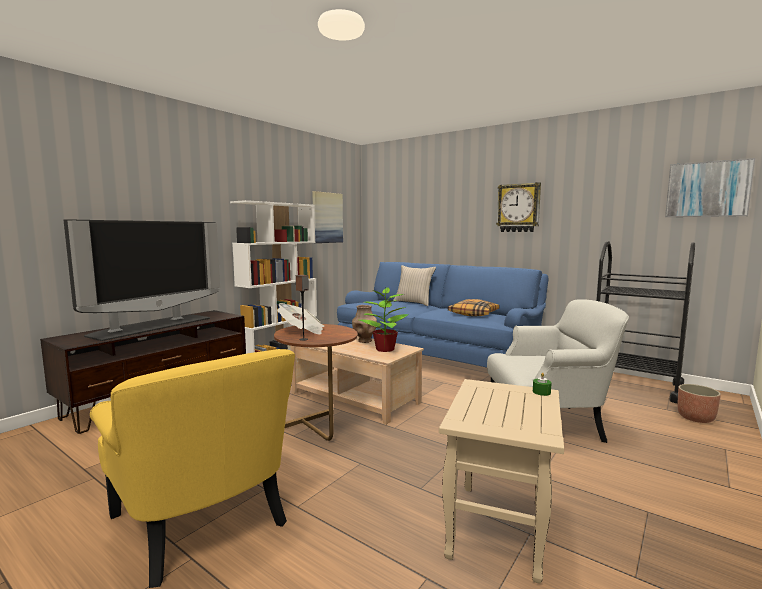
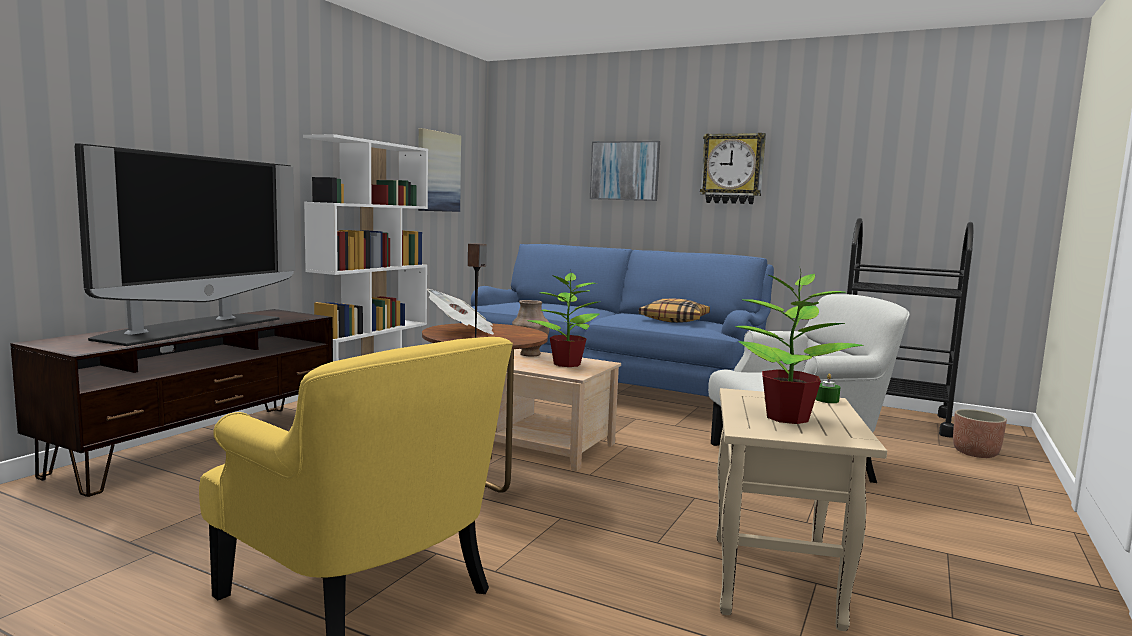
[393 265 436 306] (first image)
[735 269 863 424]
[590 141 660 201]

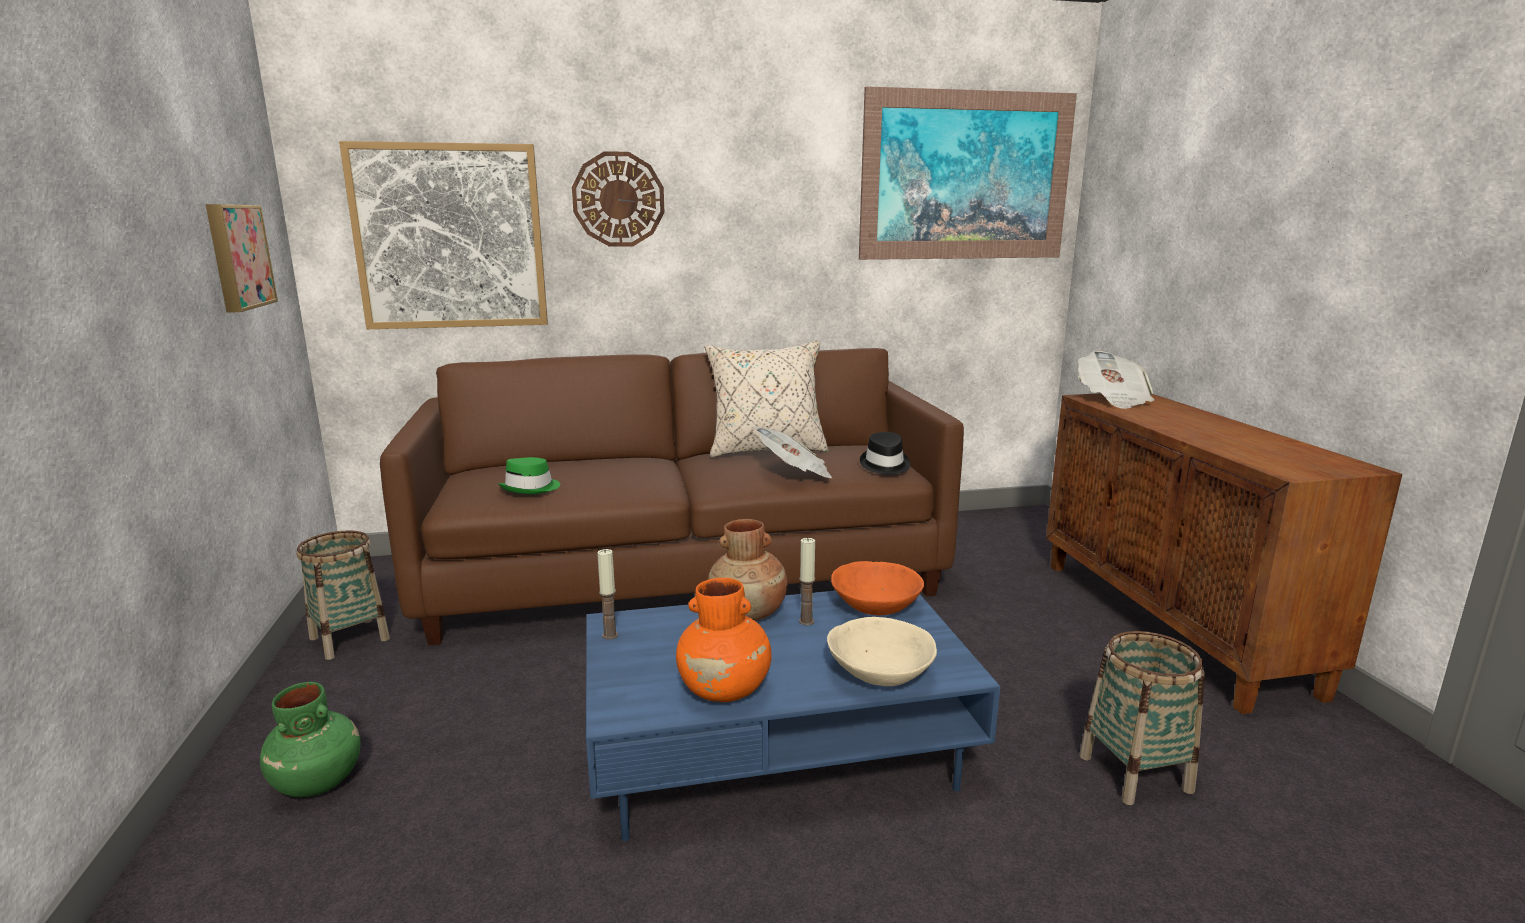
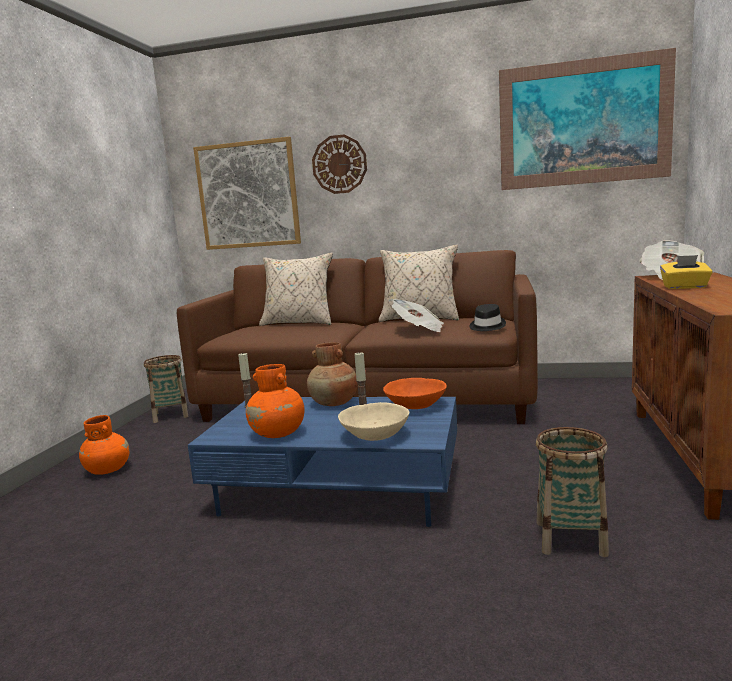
[206 204 278 313] (first image)
[498 457 560 494] (first image)
[259 253 333 326]
[660 255 712 289]
[79 415 130 475]

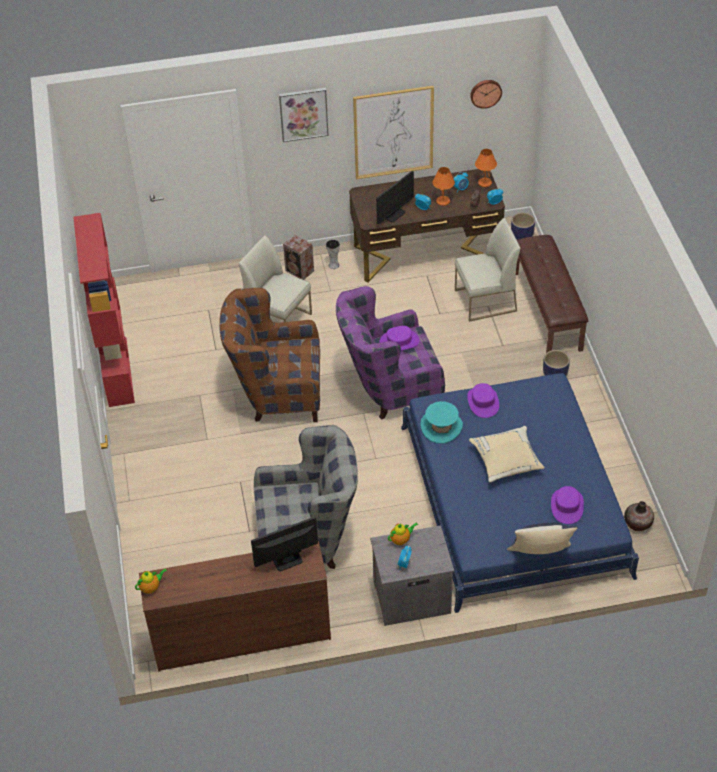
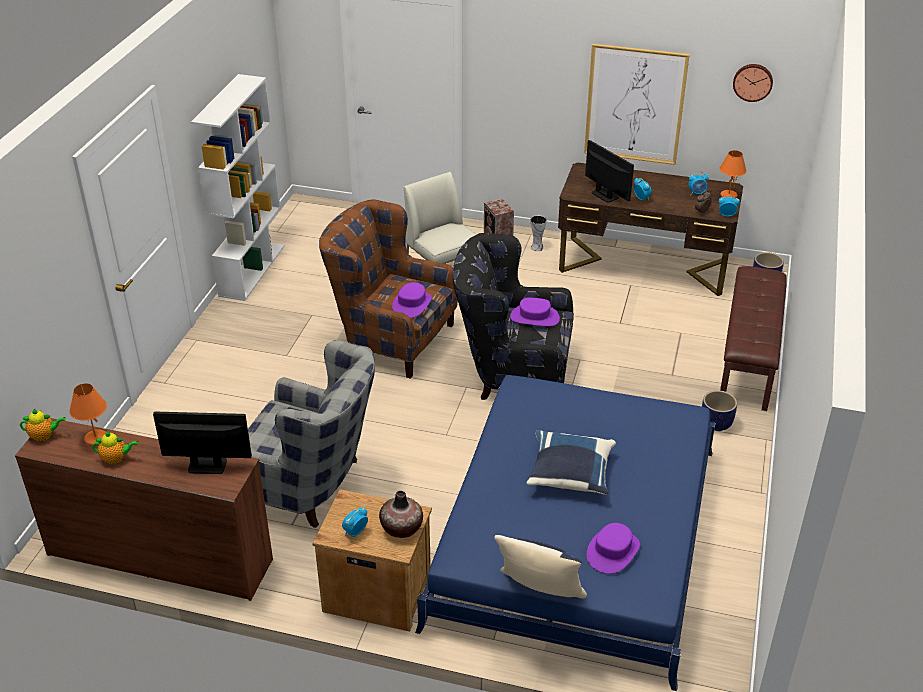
[279 88 329 142] (first image)
[420 401 463 444] (first image)
[455 218 521 322] (first image)
[92 431 139 464]
[69 383 107 446]
[392 282 432 318]
[379 491 423 538]
[191 74 285 301]
[453 233 574 400]
[313 489 432 631]
[527 430 616 495]
[585 140 634 202]

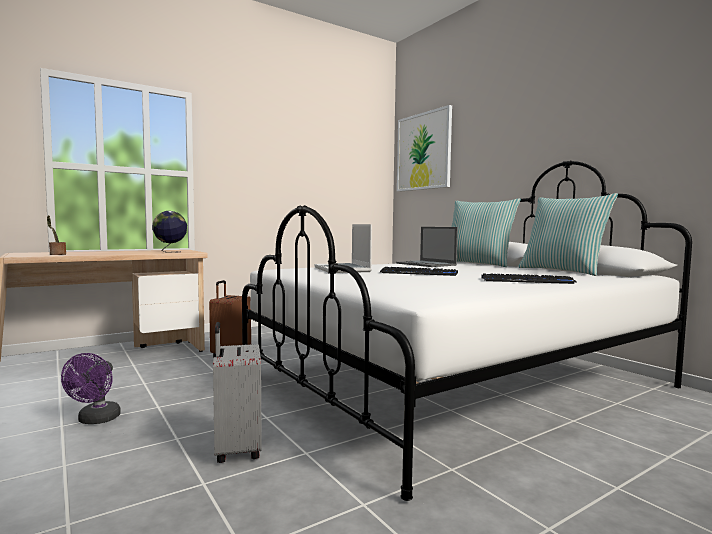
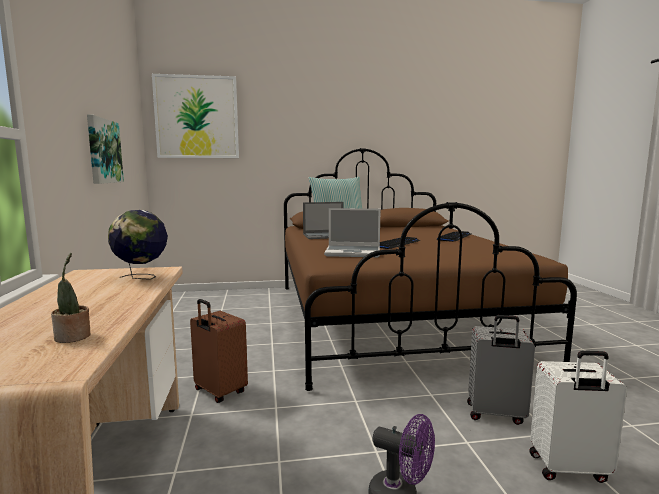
[518 193 618 276] (first image)
[87 115 124 184]
[529 351 627 483]
[284 148 577 391]

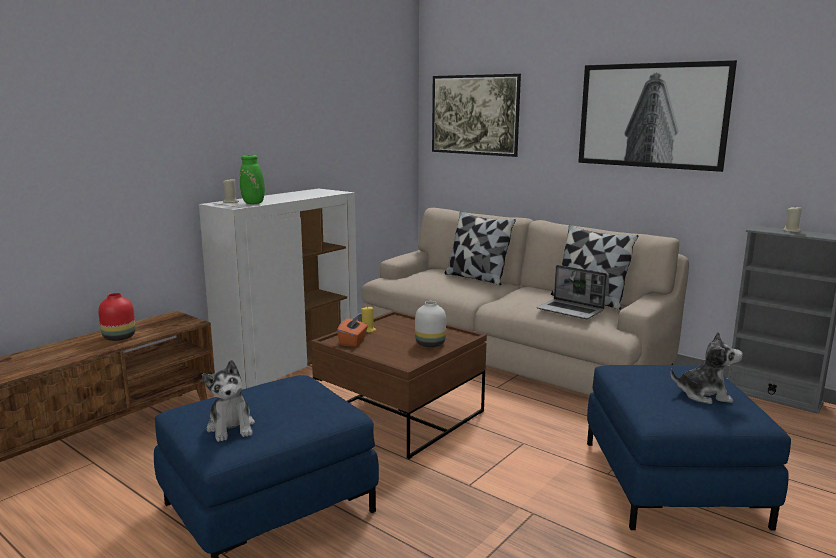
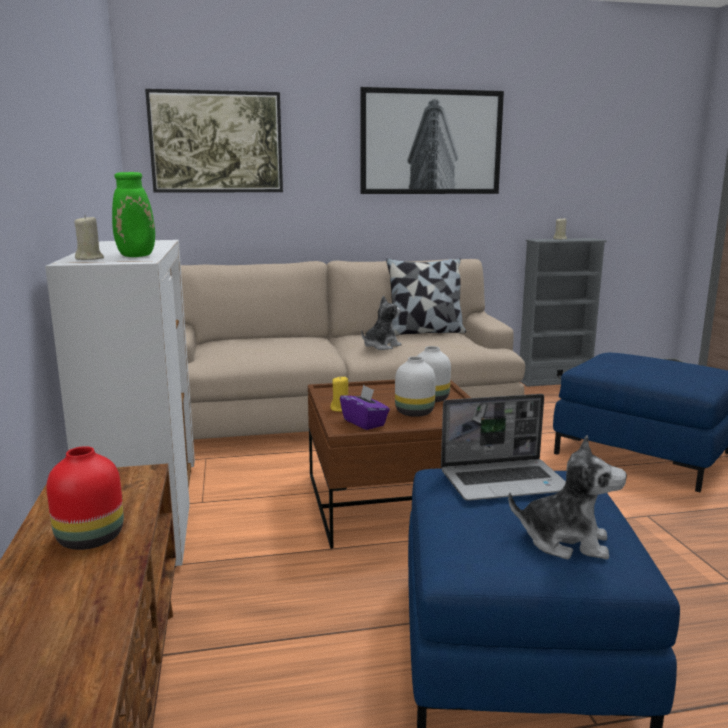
[445 211 516 285] (first image)
[395 356 436 417]
[441 394 566 501]
[361 296 401 350]
[340 385 390 430]

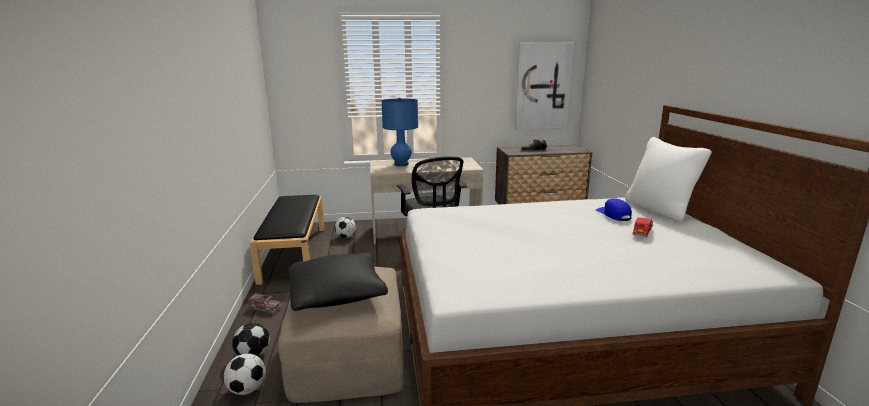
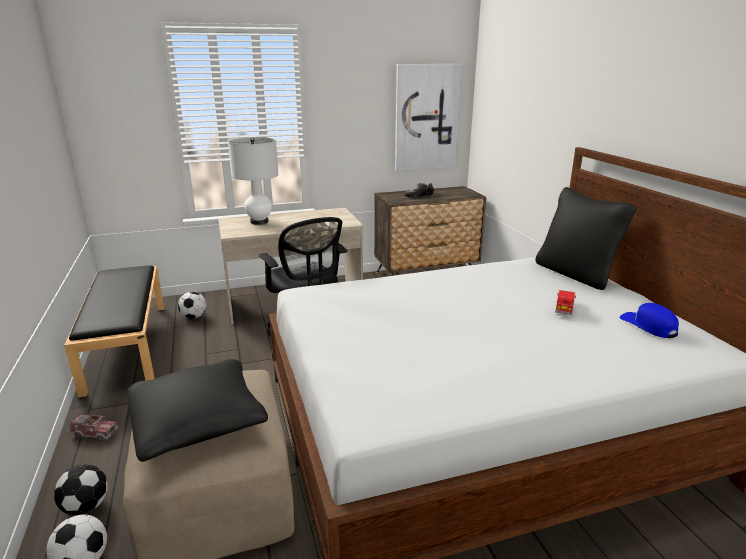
[620 303 679 338]
[228 137 279 225]
[536 187 637 290]

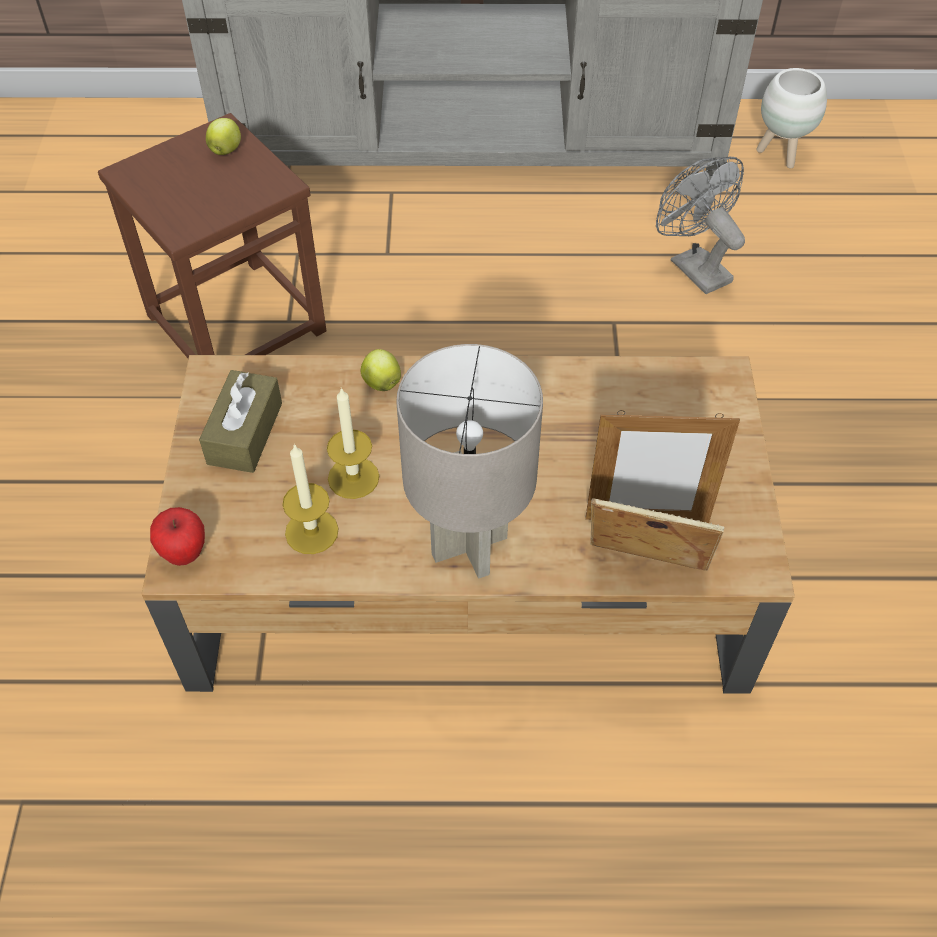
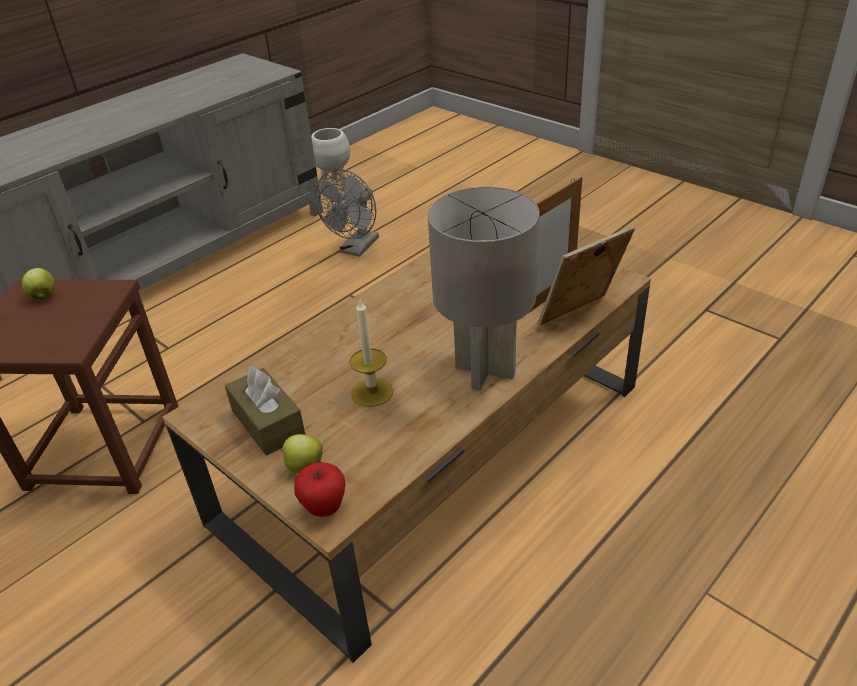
[282 444 339 554] (first image)
[280 434 323 473]
[315 169 379 257]

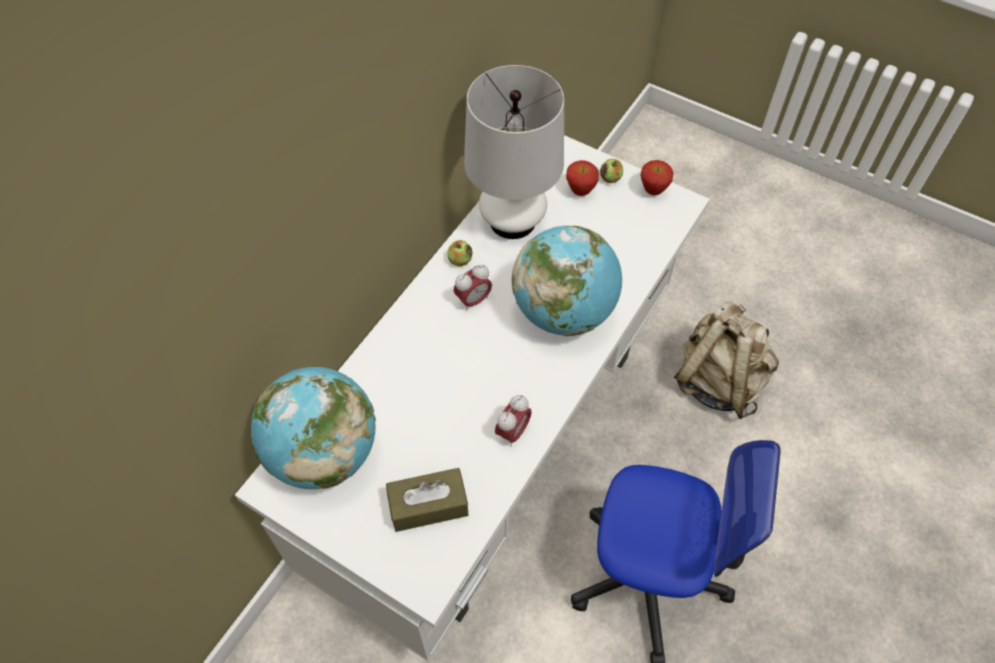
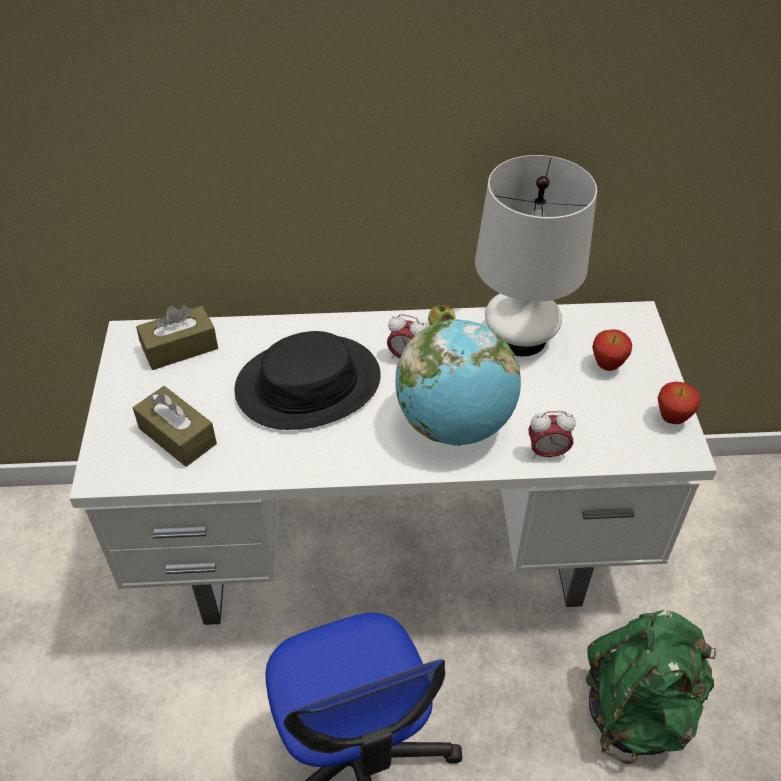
[600 159 623 183] (first image)
[234 331 381 430]
[528 411 576 459]
[136 305 218 370]
[586 610 716 764]

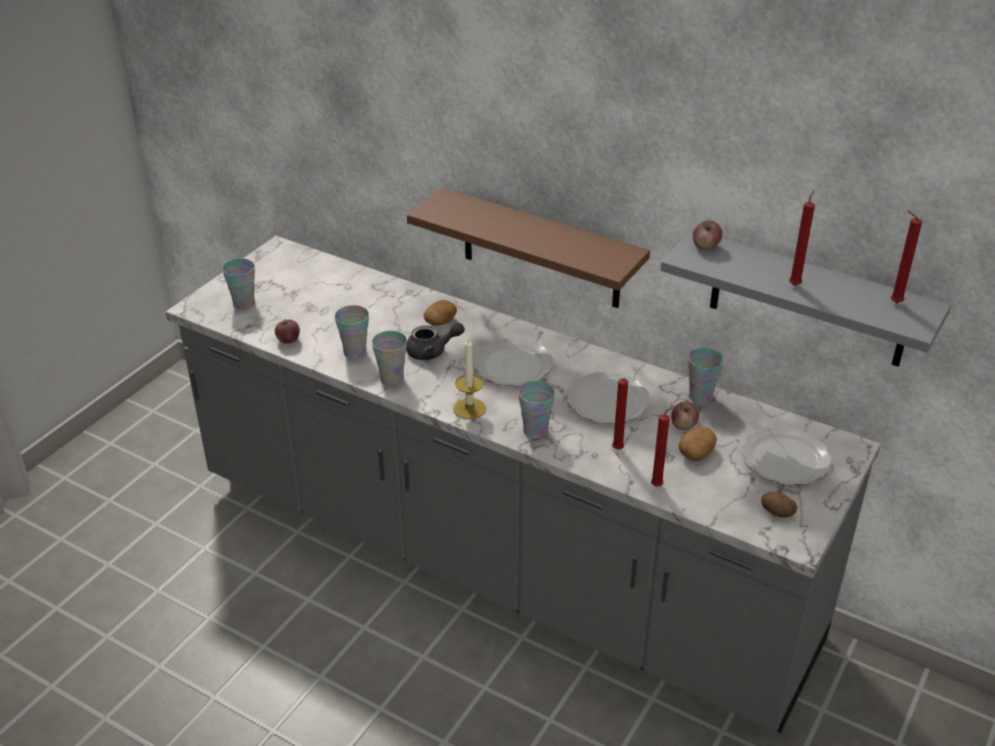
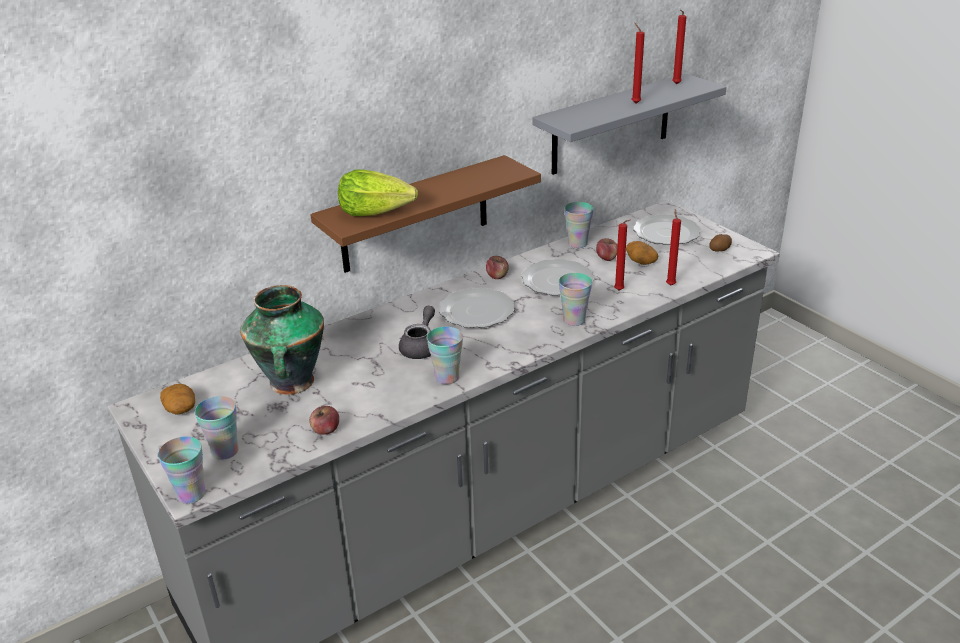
[453 337 486 419] (first image)
[240 285 324 395]
[338 170 418 216]
[158 436 206 504]
[160 384 195 414]
[486 256 509 279]

